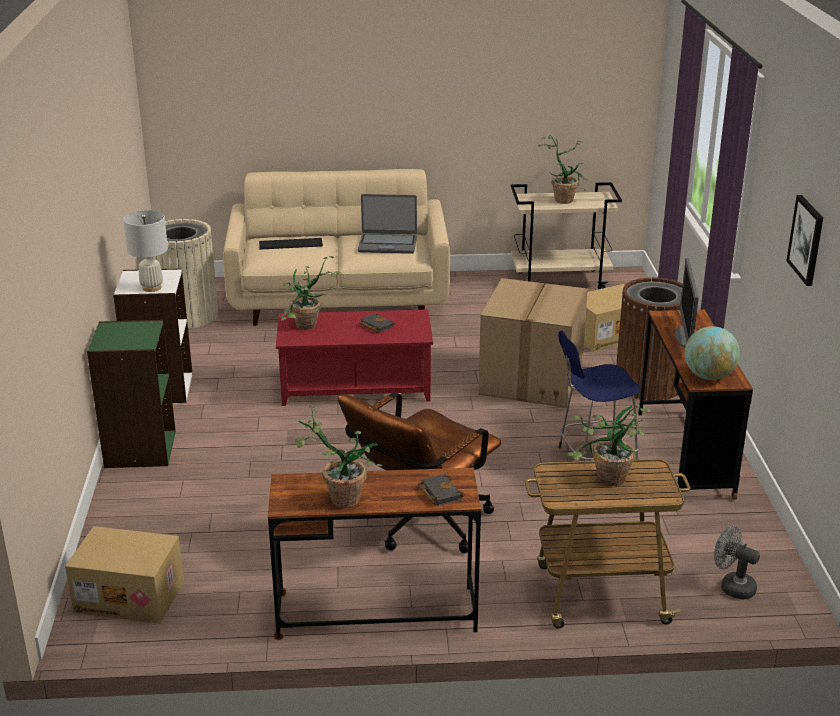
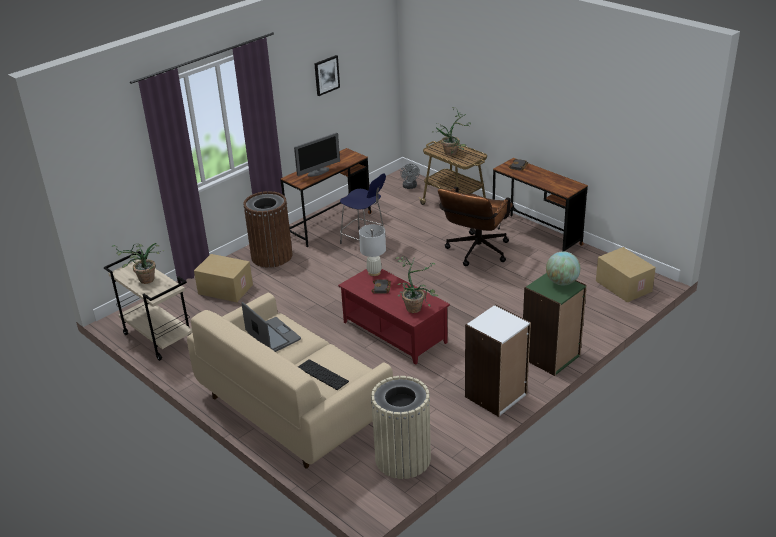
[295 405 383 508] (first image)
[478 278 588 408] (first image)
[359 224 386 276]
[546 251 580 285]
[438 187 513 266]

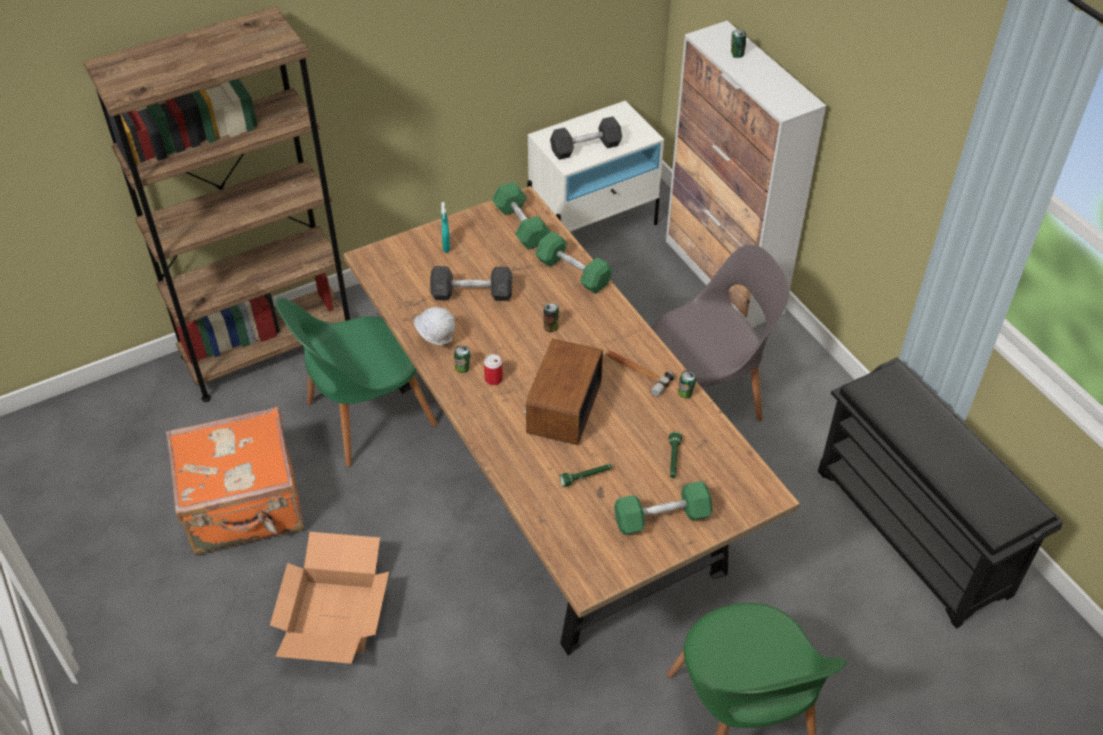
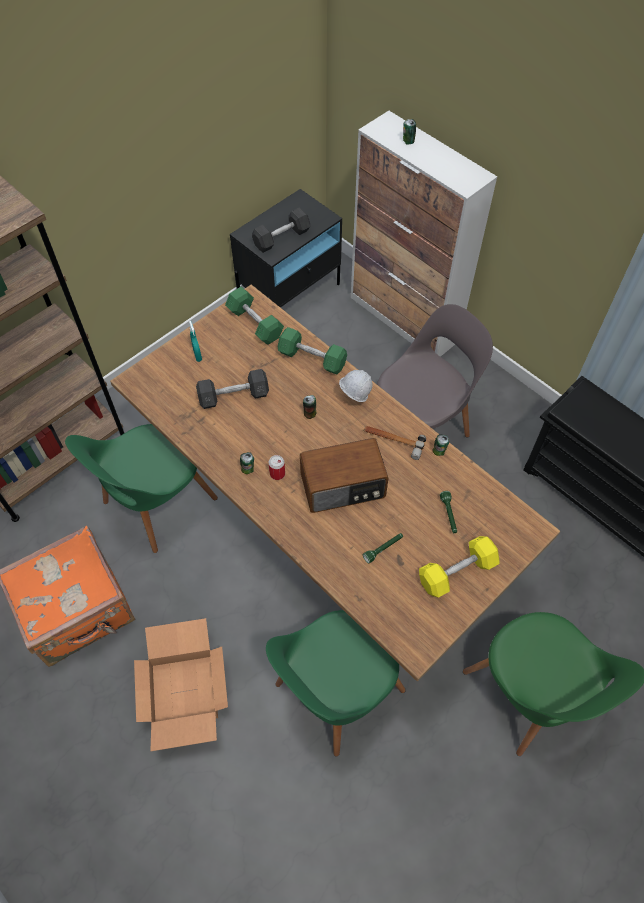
[266 610 406 757]
[339 370 373 402]
[230 189 342 308]
[419 536 500 598]
[300 438 389 513]

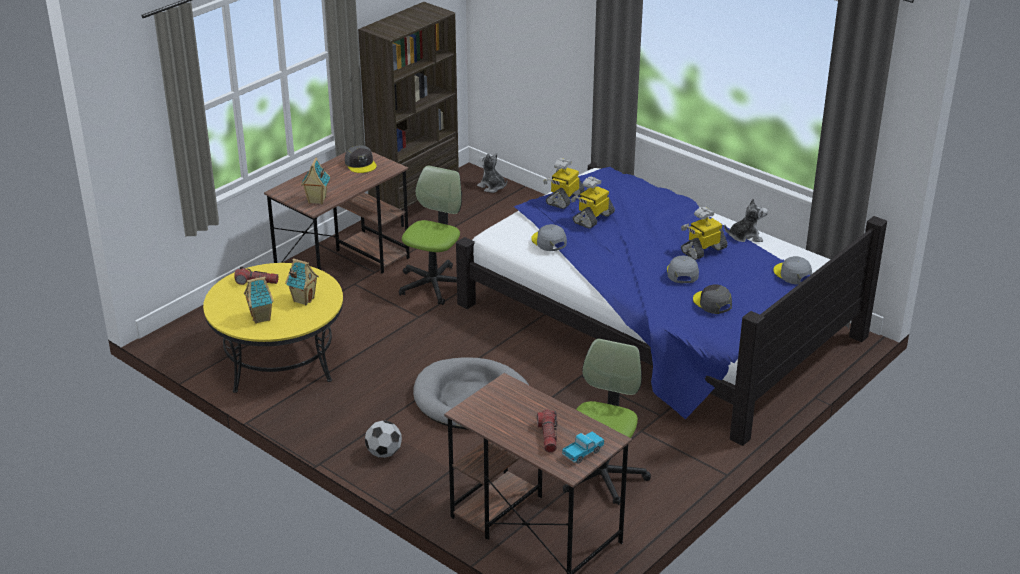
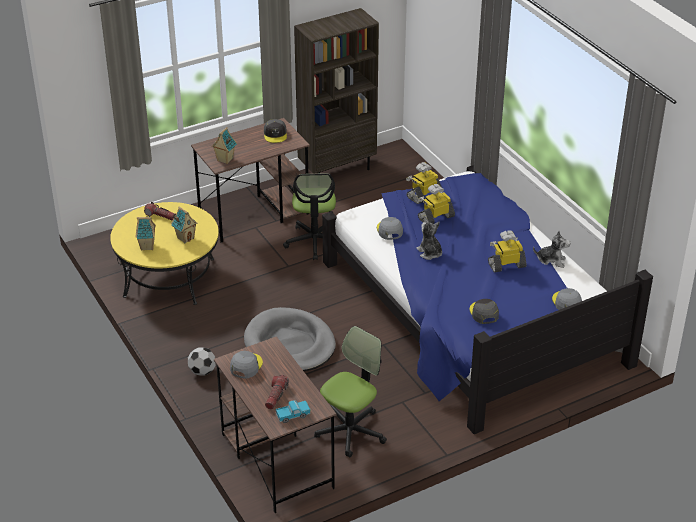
[416 222 442 260]
[230 351 263 378]
[283 173 336 260]

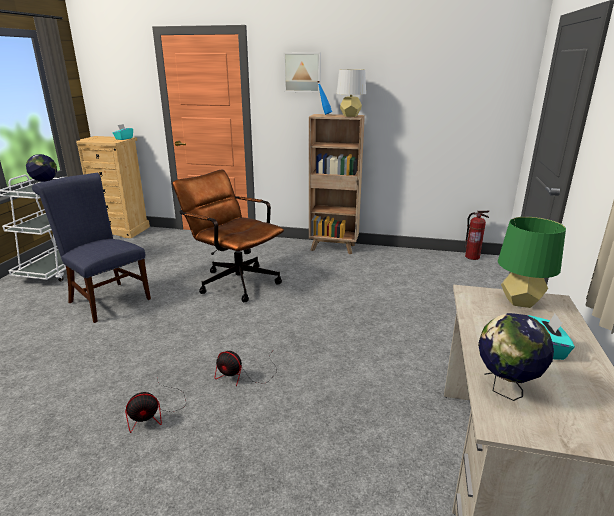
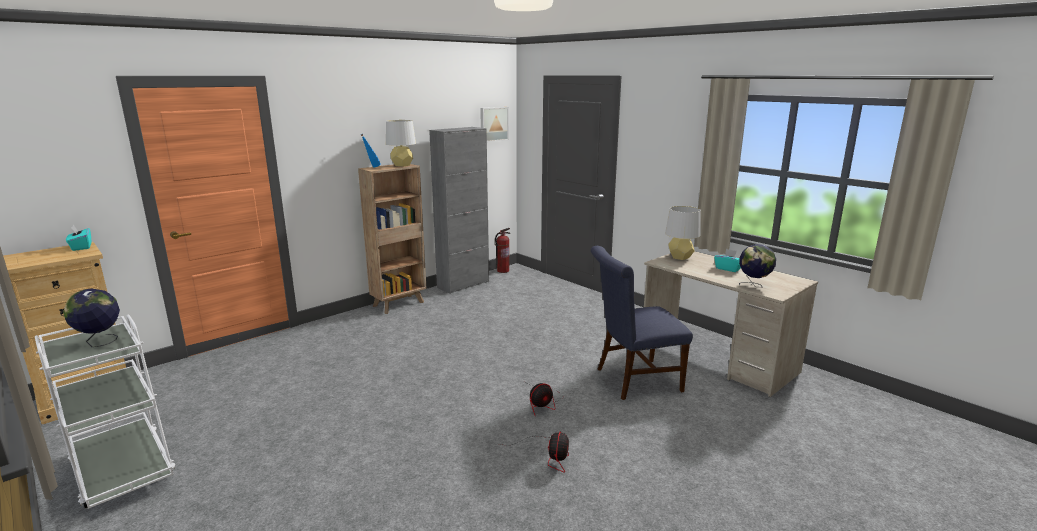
[172 169 284 302] (first image)
[429 127 489 294]
[591 246 693 400]
[480 107 509 142]
[665 206 701 260]

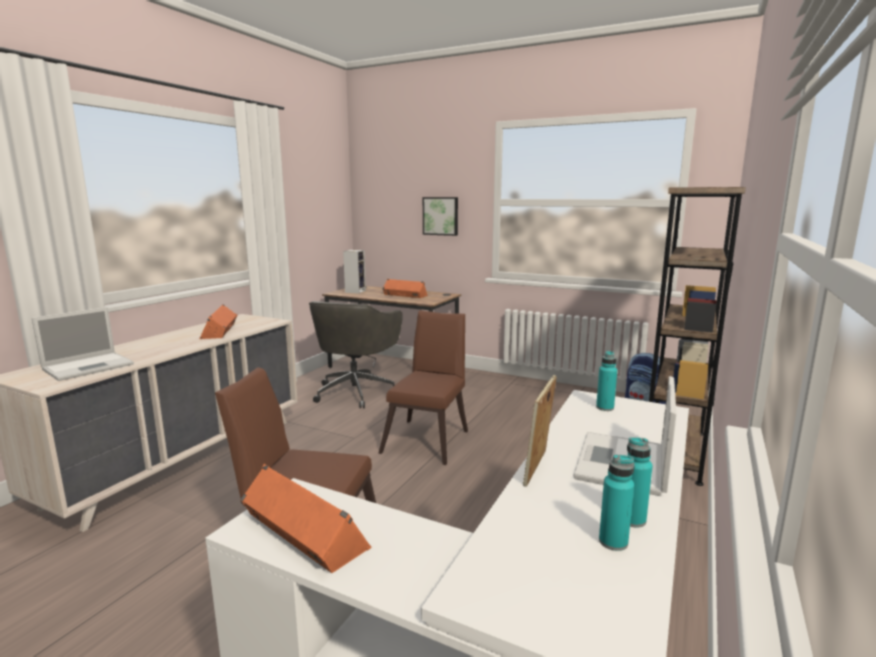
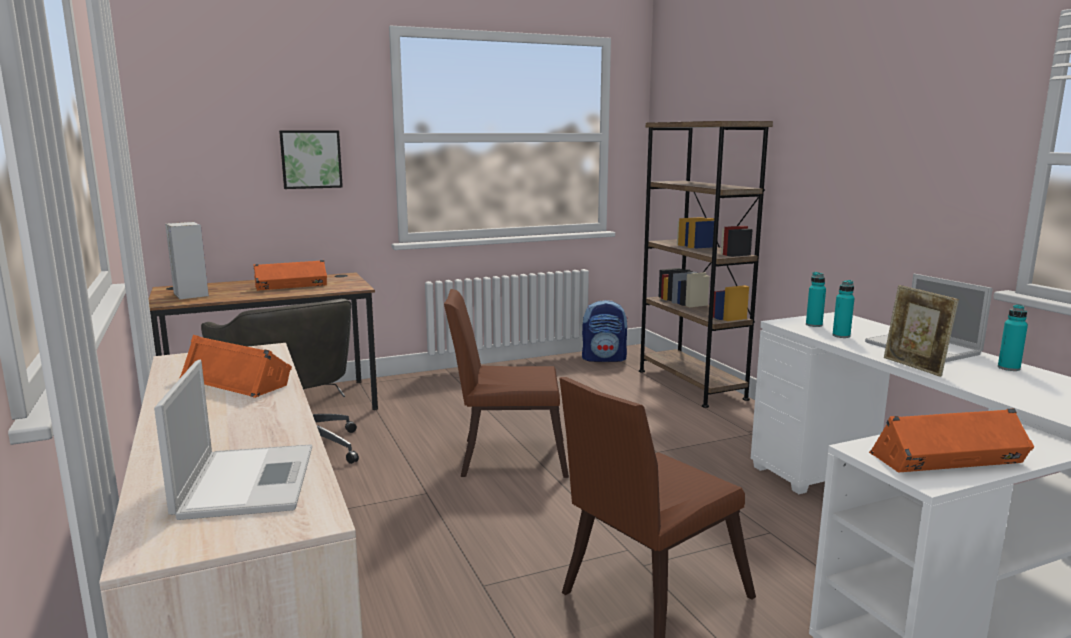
[832 280 854 338]
[444 289 569 478]

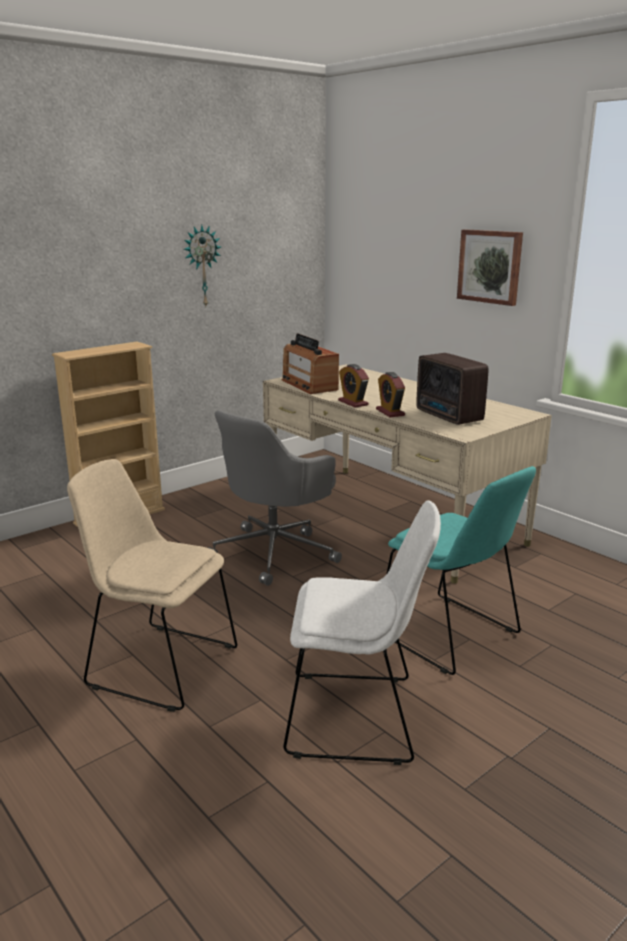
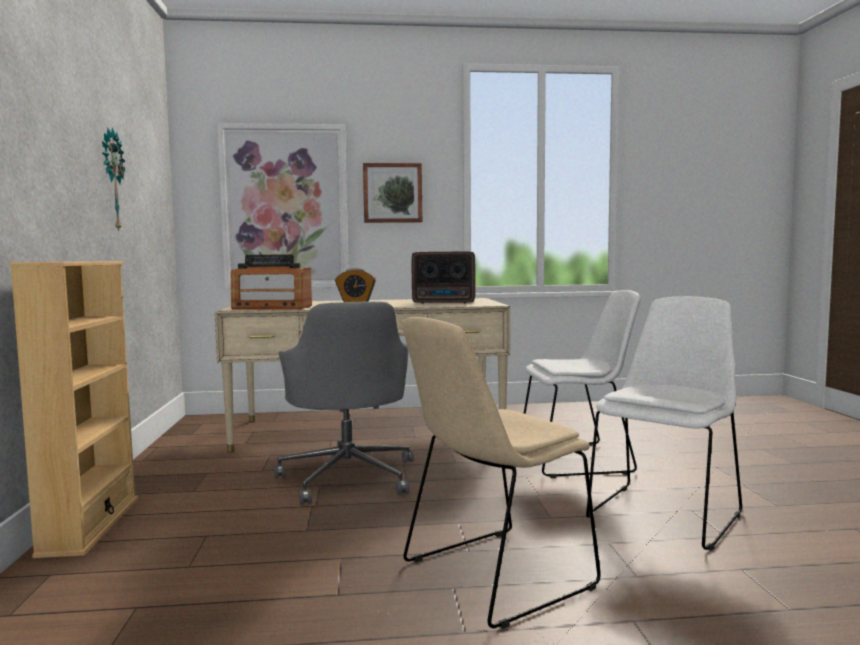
[376 372 405 417] (first image)
[217 123 348 289]
[524 290 641 478]

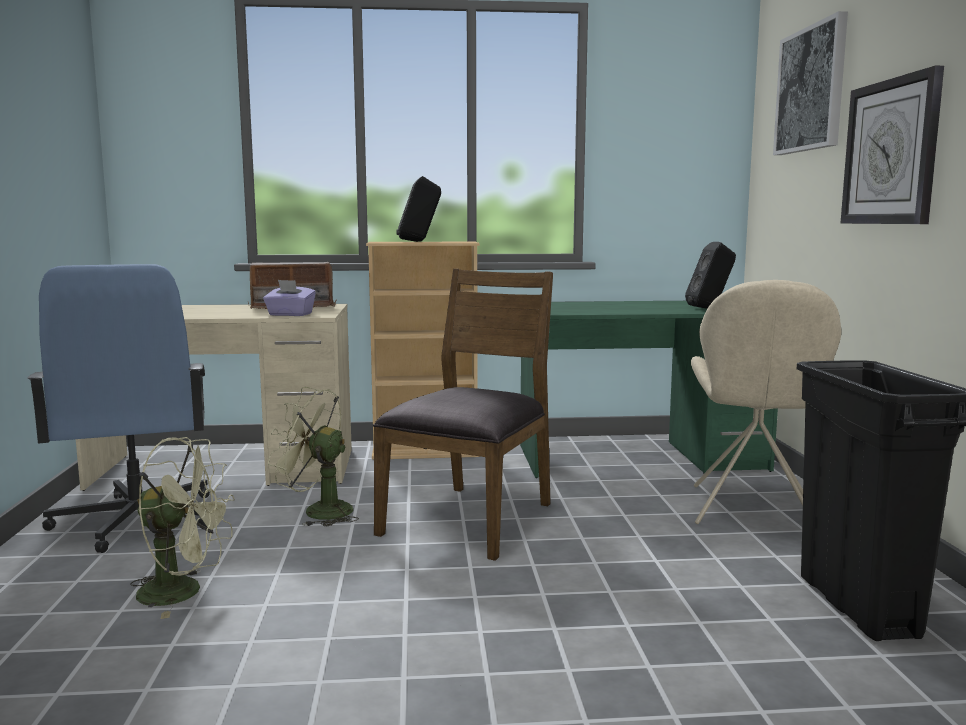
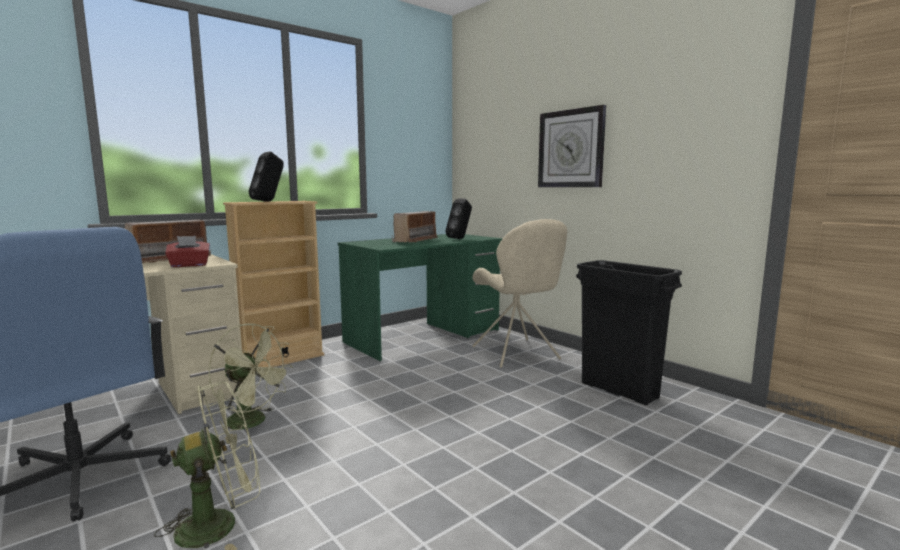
[373 269 553 561] (first image)
[773 11 848 155] (first image)
[392 211 438 243]
[165 236 210 267]
[208 323 293 439]

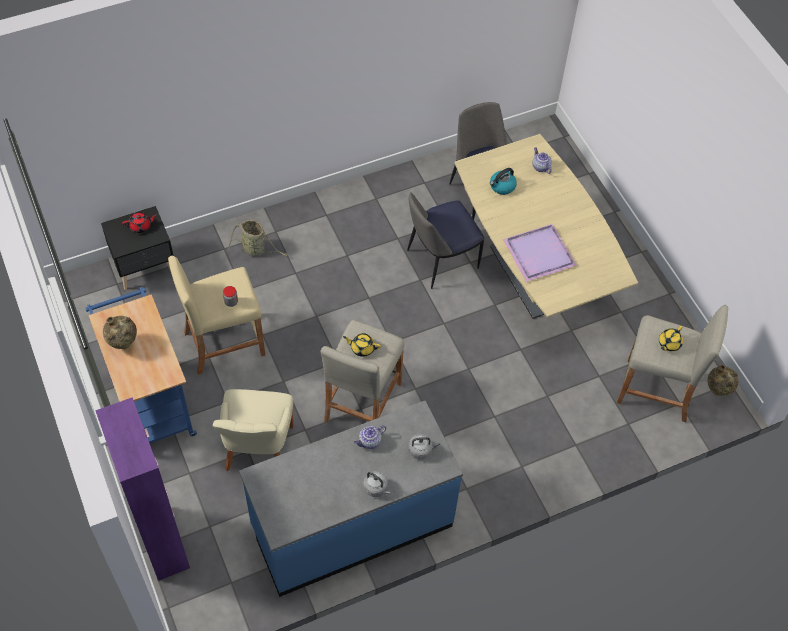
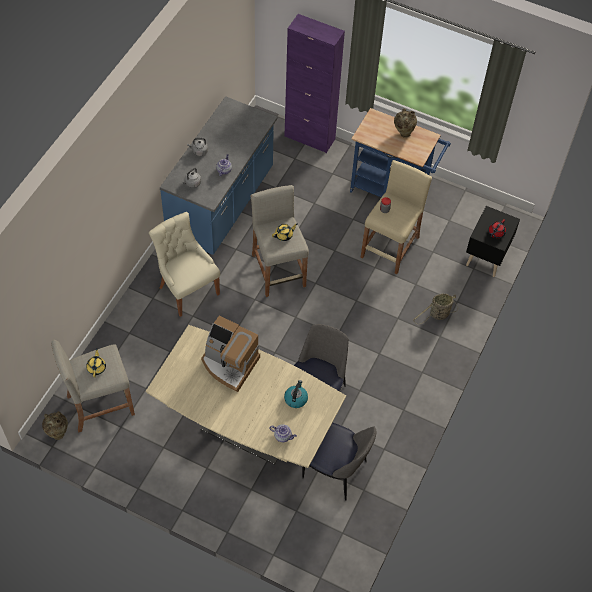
[149 212 220 317]
[201 315 260 392]

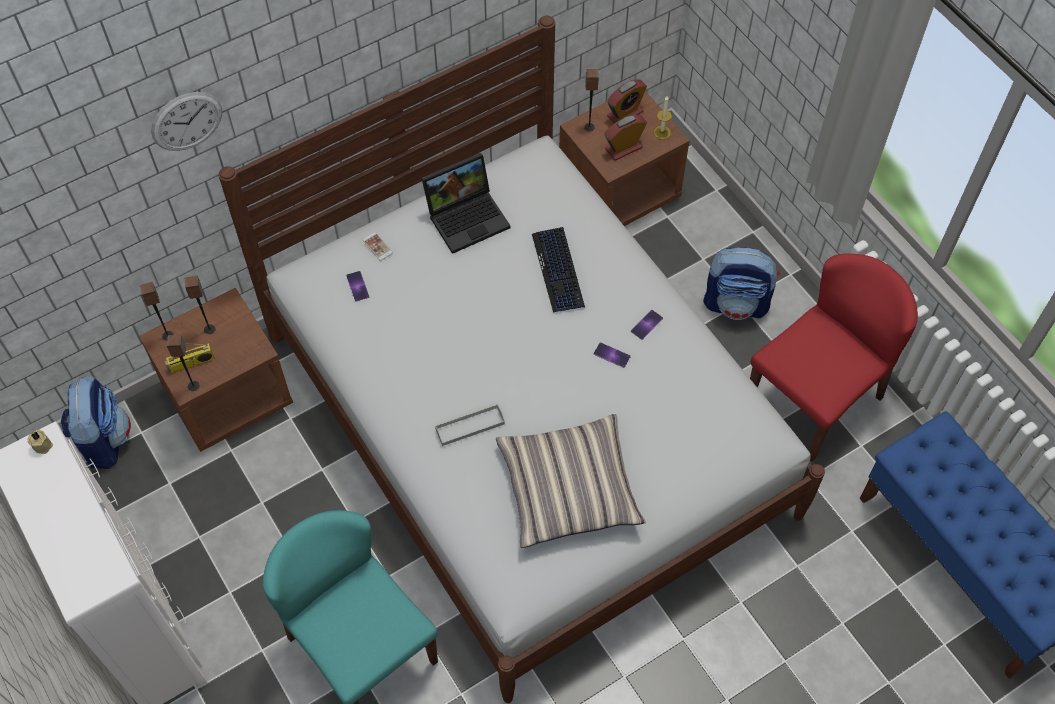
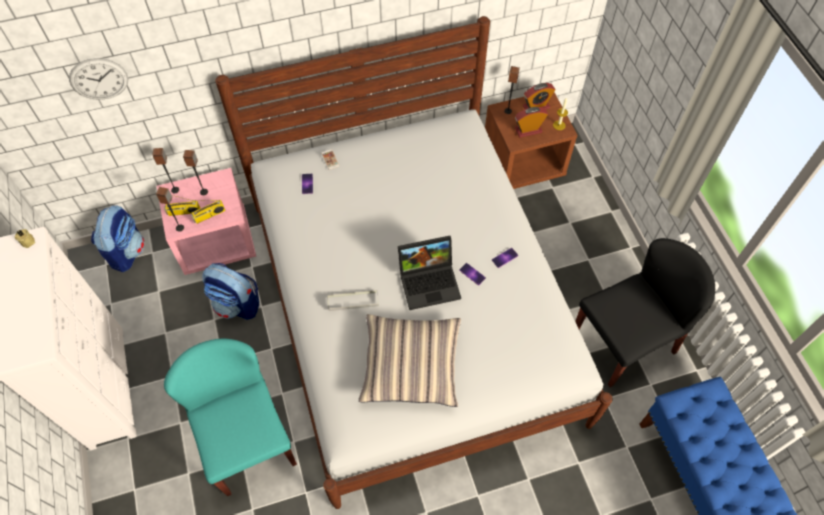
[532 227 585 313] (first image)
[191 200 226 224]
[69 58 128 100]
[398 236 461 310]
[202 263 259 320]
[157 168 256 275]
[575 238 715 387]

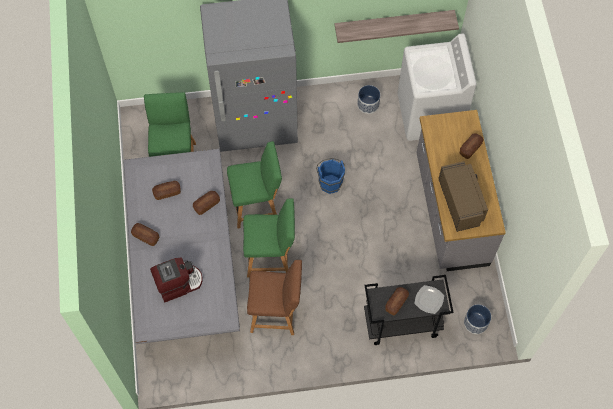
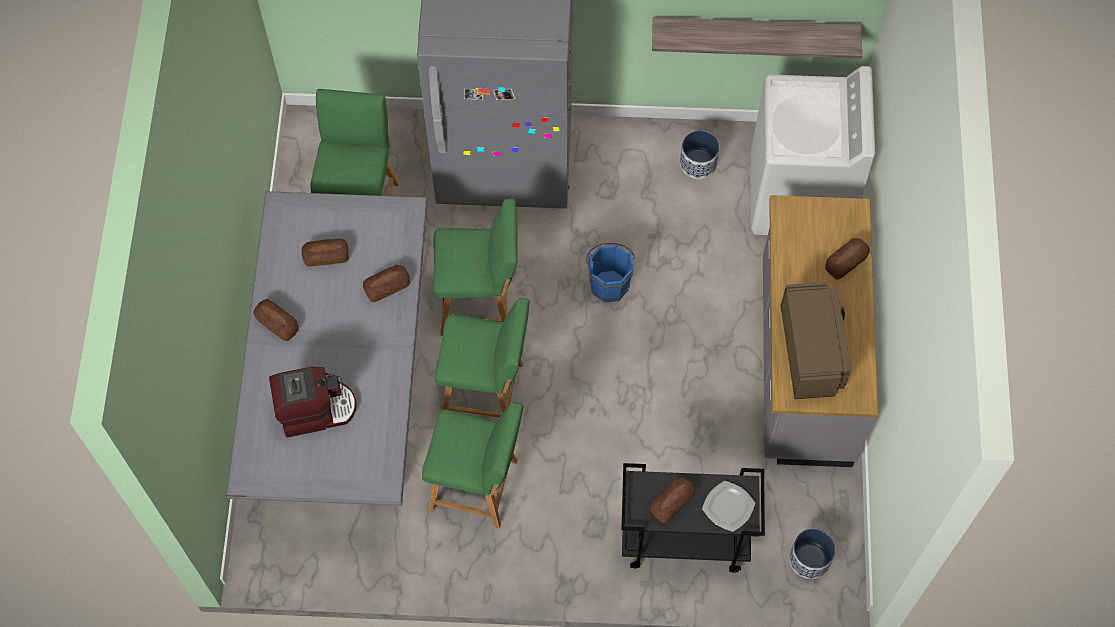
[422 402 523 528]

